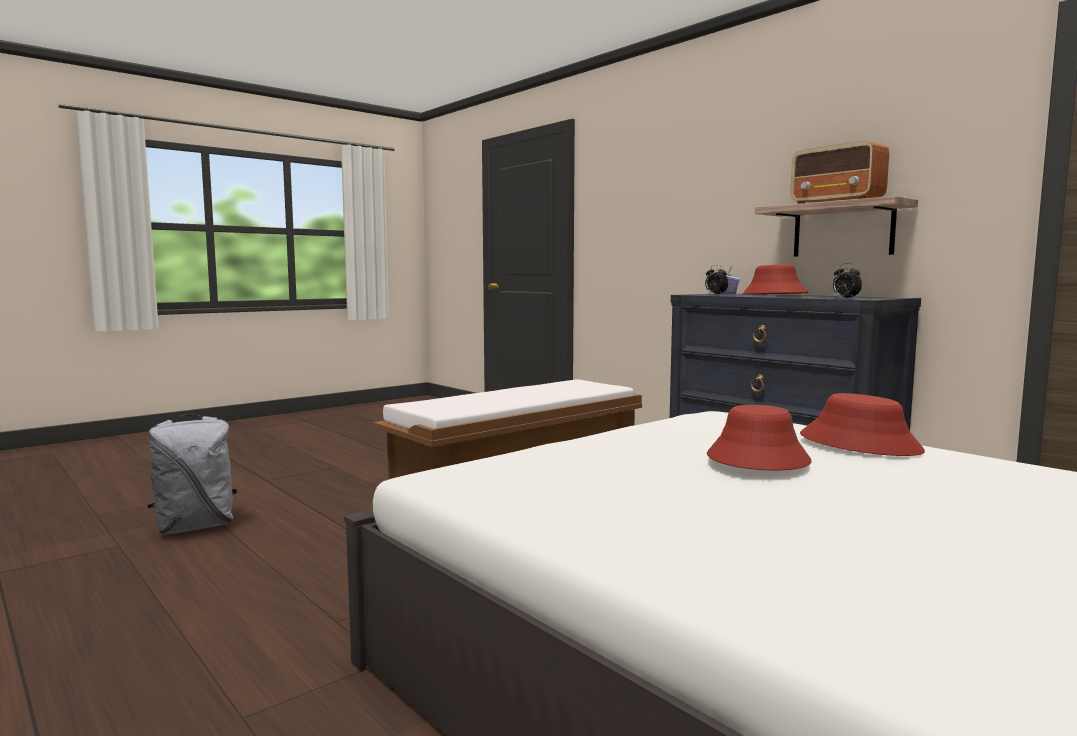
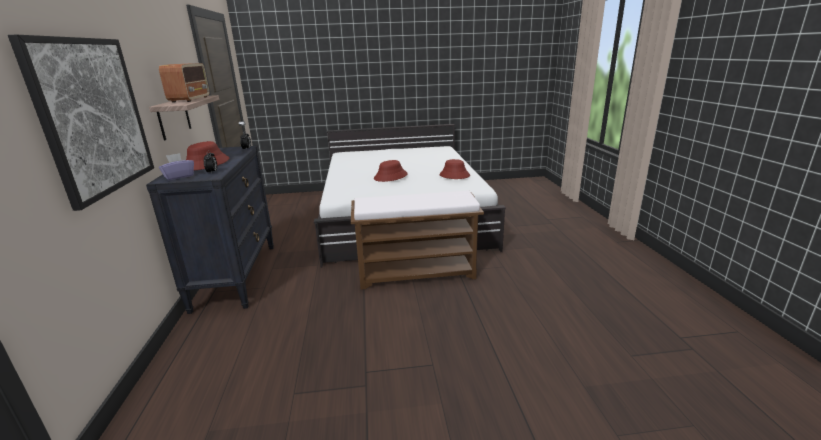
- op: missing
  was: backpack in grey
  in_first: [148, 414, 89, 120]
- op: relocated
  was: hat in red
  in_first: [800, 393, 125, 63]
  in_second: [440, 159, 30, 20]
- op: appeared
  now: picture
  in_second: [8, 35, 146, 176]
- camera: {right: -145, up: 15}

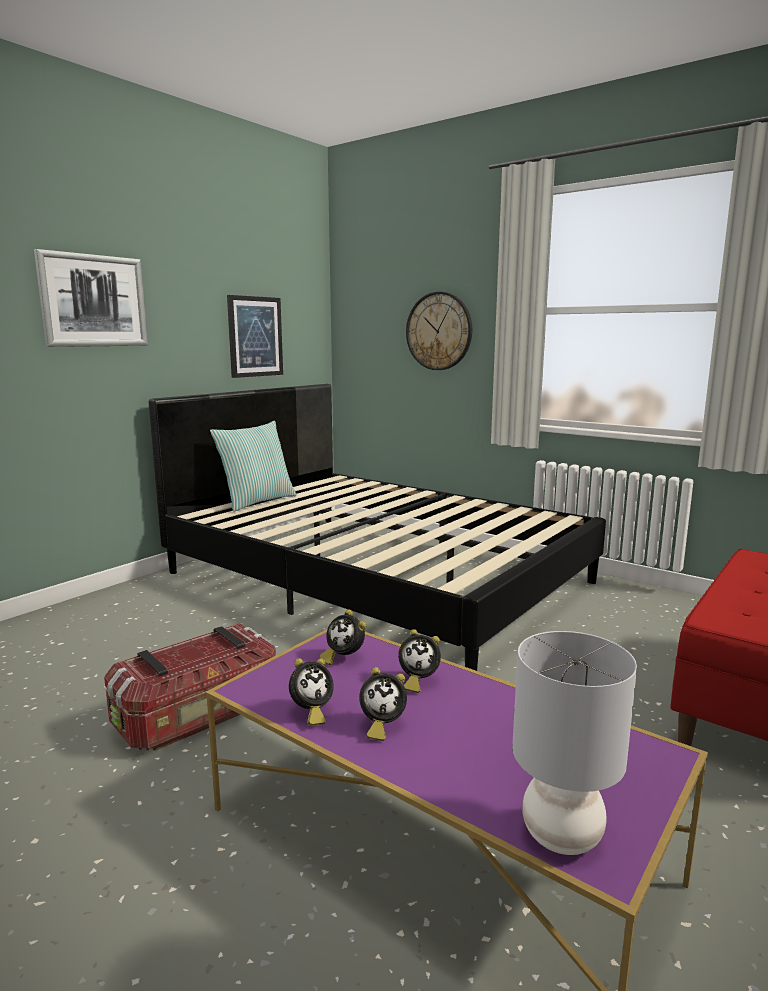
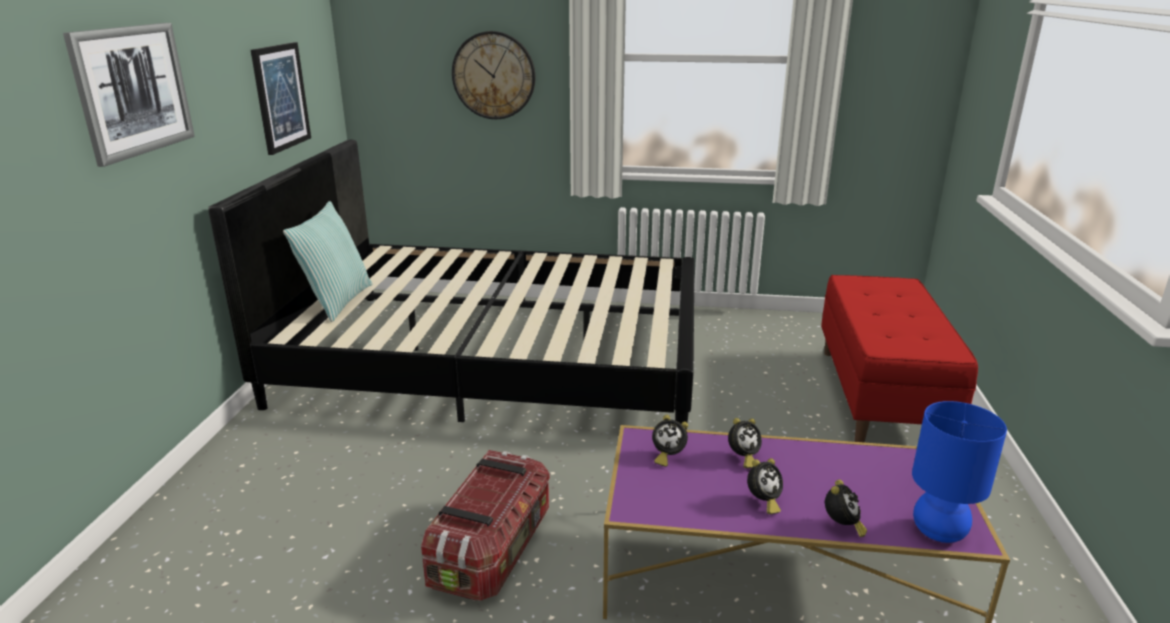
- op: relocated
  was: alarm clock
  in_first: [289, 658, 45, 67]
  in_second: [825, 480, 42, 57]
- op: colour
  was: table lamp in grey
  now: table lamp in blue
  in_first: [512, 631, 125, 224]
  in_second: [912, 401, 95, 142]
- camera: {right: -30, up: 10}

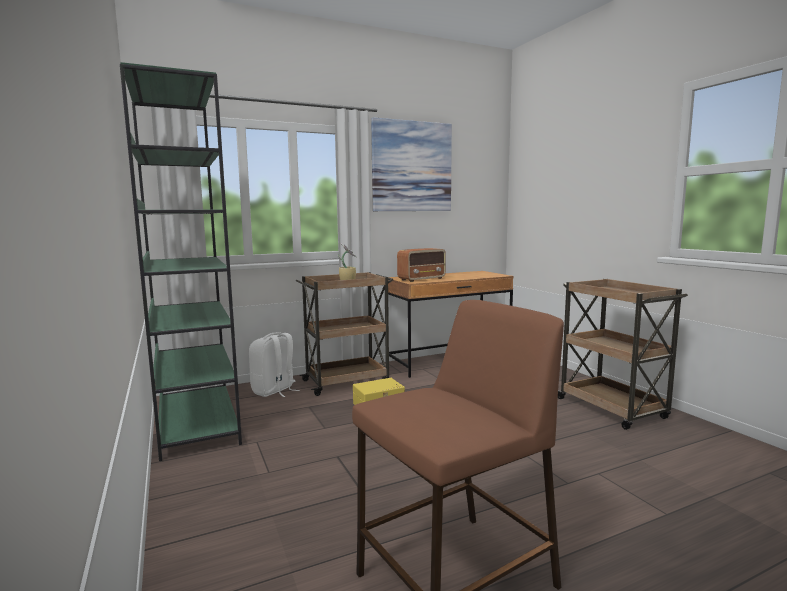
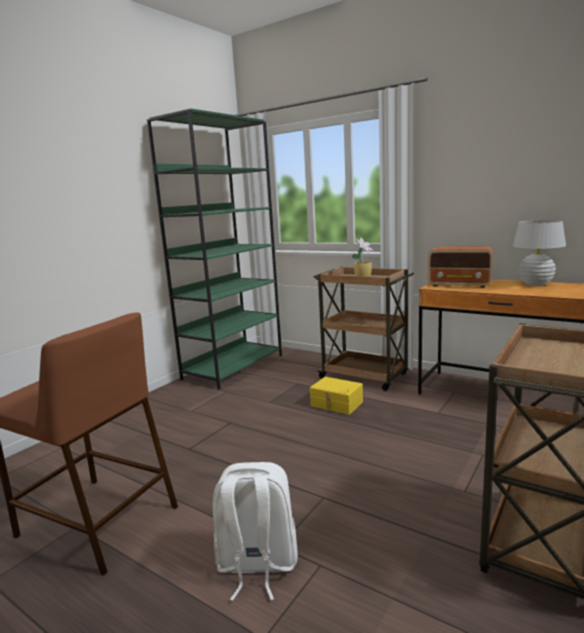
- op: relocated
  was: backpack in white
  in_first: [249, 332, 50, 65]
  in_second: [213, 462, 85, 139]
- op: missing
  was: picture
  in_first: [371, 117, 81, 94]
- op: appeared
  now: table lamp in white
  in_second: [513, 220, 53, 66]
- camera: {right: 60, up: 5}

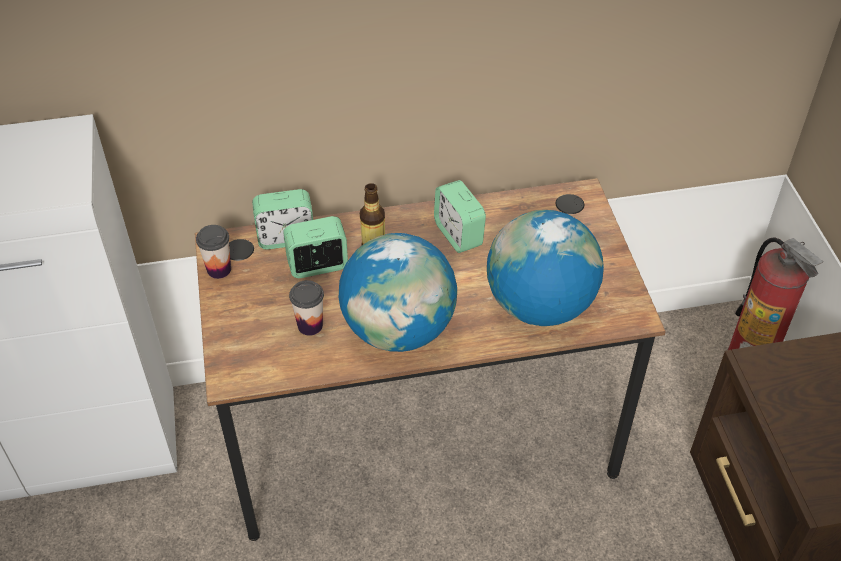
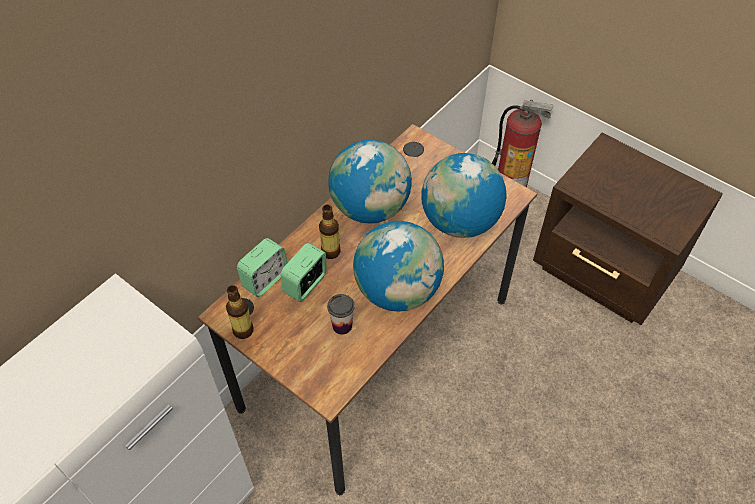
- op: exchanged
  was: cup
  now: bottle
  in_first: [196, 225, 35, 54]
  in_second: [226, 285, 28, 54]
- op: exchanged
  was: alarm clock
  now: globe
  in_first: [434, 180, 52, 73]
  in_second: [328, 140, 84, 84]
- camera: {right: -40, up: 5}

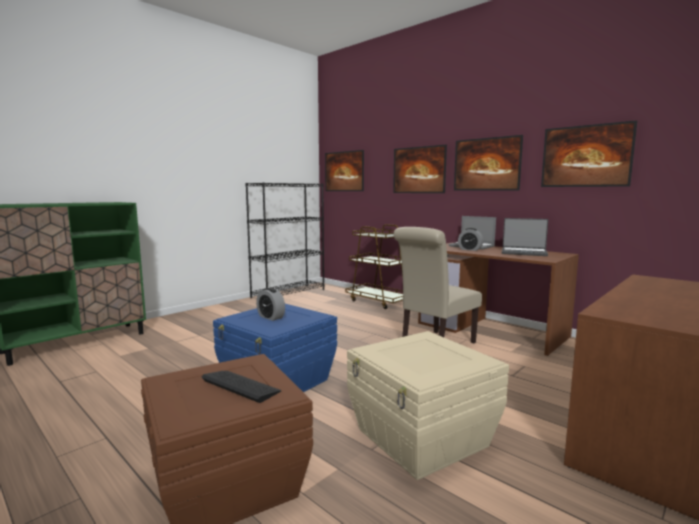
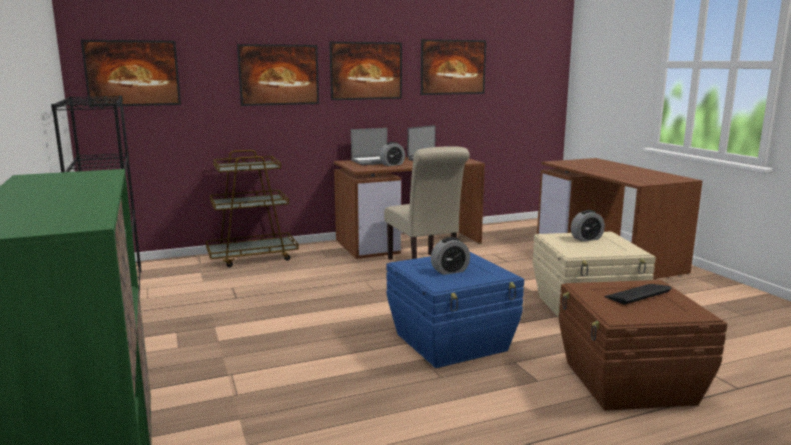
- op: appeared
  now: alarm clock
  in_second: [571, 210, 34, 32]
- camera: {right: -65, up: 5}

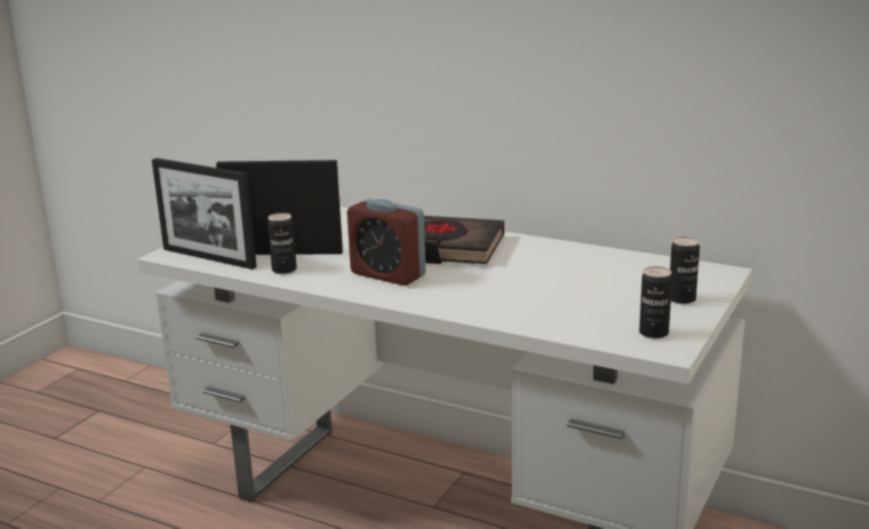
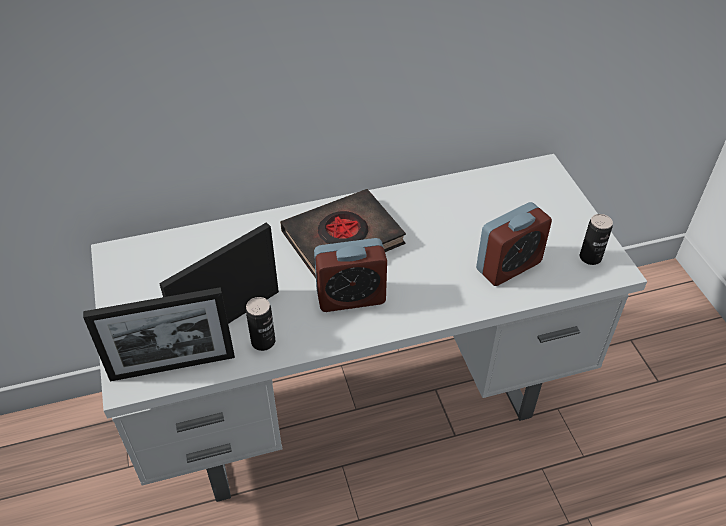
- op: missing
  was: can
  in_first: [670, 237, 30, 67]
- op: appeared
  now: alarm clock
  in_second: [476, 202, 76, 84]
- camera: {right: -45, up: 25}

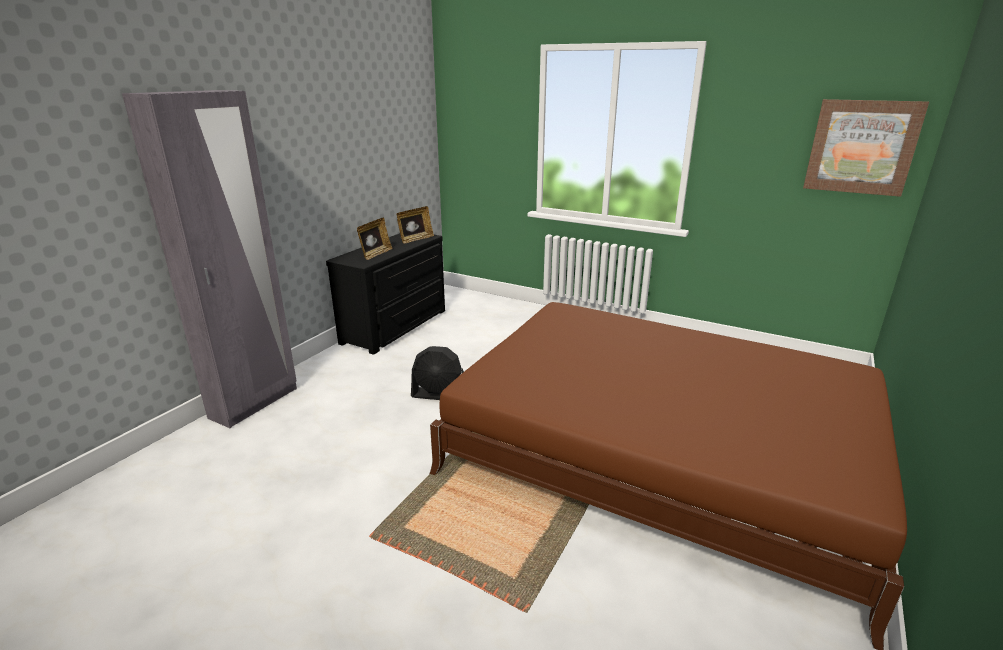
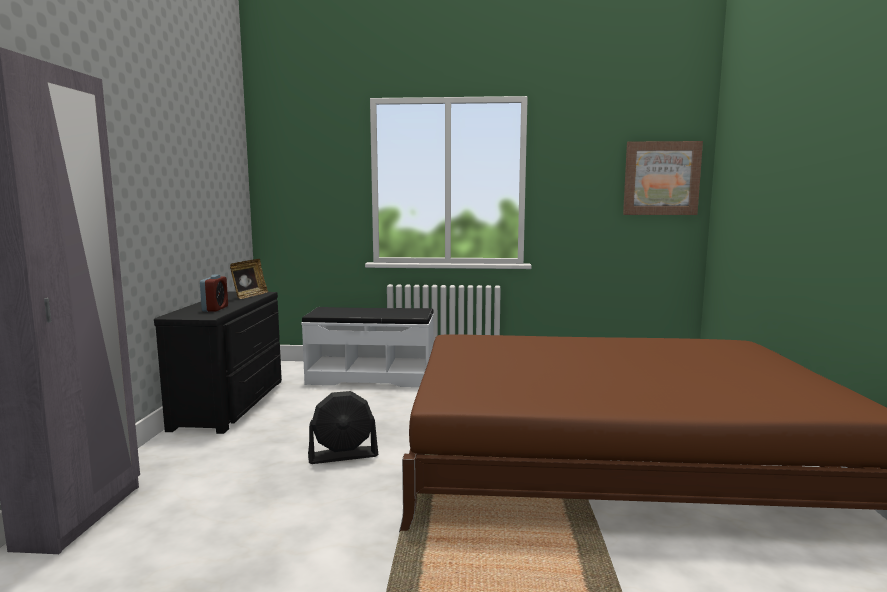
- op: exchanged
  was: picture frame
  now: alarm clock
  in_first: [357, 218, 36, 42]
  in_second: [200, 275, 28, 37]
- op: appeared
  now: bench in white
  in_second: [301, 307, 133, 80]
- camera: {right: -25, up: -15}

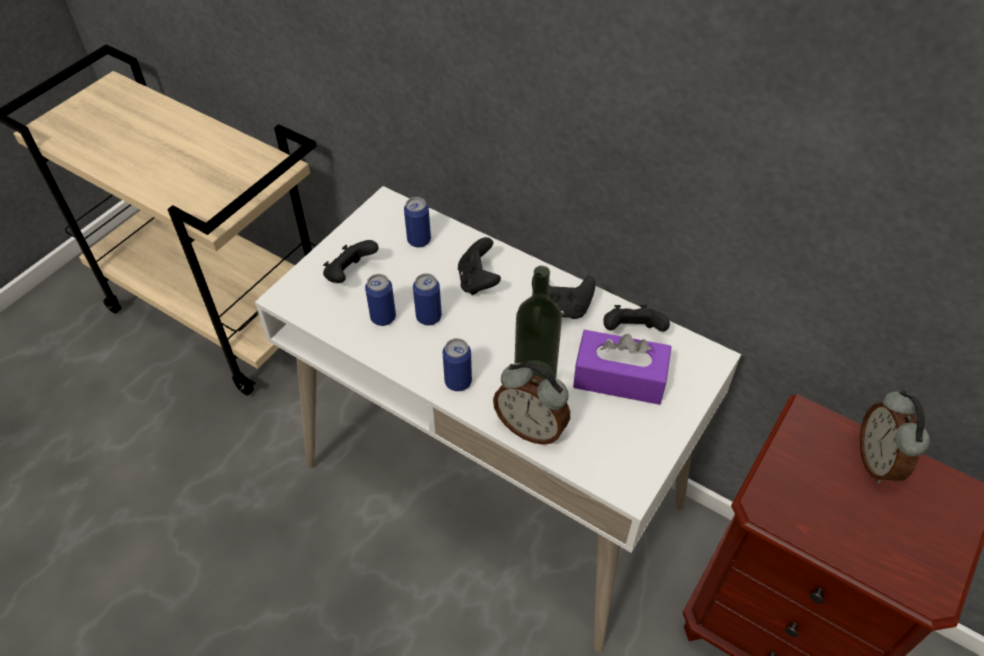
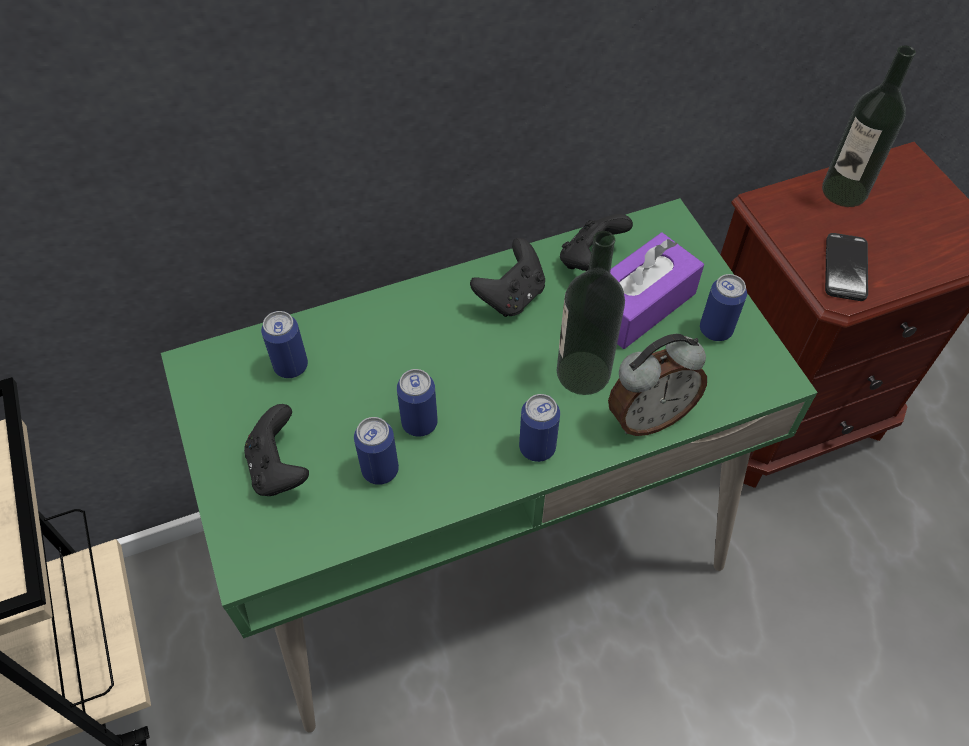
- op: colour
  was: desk in white
  now: desk in green
  in_first: [255, 186, 486, 466]
  in_second: [161, 198, 657, 535]
- op: missing
  was: game controller in black
  in_first: [458, 237, 43, 58]
- op: exchanged
  was: alarm clock
  now: bottle
  in_first: [860, 390, 70, 93]
  in_second: [822, 45, 94, 162]
- op: appeared
  now: can
  in_second: [700, 274, 47, 67]
- op: appeared
  now: phone
  in_second: [825, 233, 43, 68]
- camera: {right: -55, up: 5}

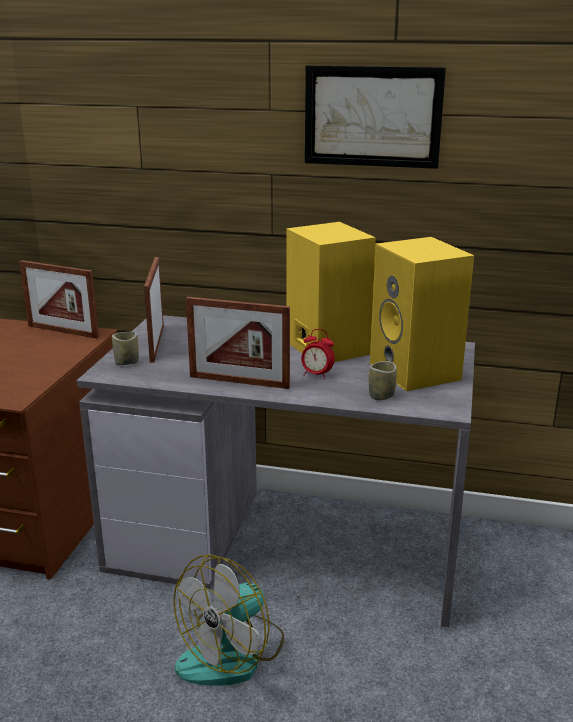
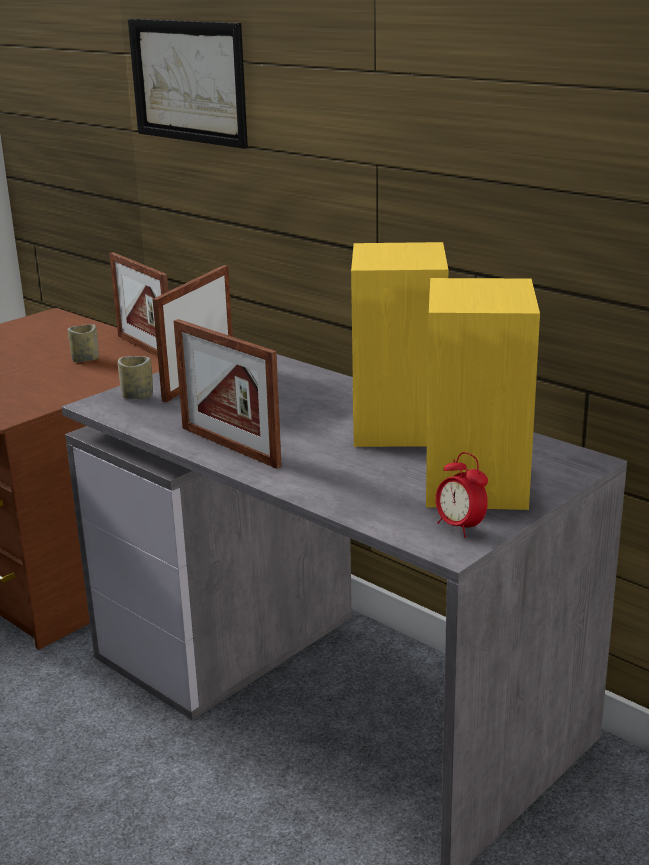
- op: missing
  was: fan
  in_first: [173, 555, 111, 131]
- op: relocated
  was: alarm clock
  in_first: [301, 329, 34, 50]
  in_second: [436, 452, 52, 86]
- op: relocated
  was: picture
  in_first: [305, 65, 141, 104]
  in_second: [128, 19, 120, 130]
- op: relocated
  was: cup
  in_first: [369, 361, 28, 39]
  in_second: [68, 324, 31, 38]
- camera: {right: 30, up: 0}

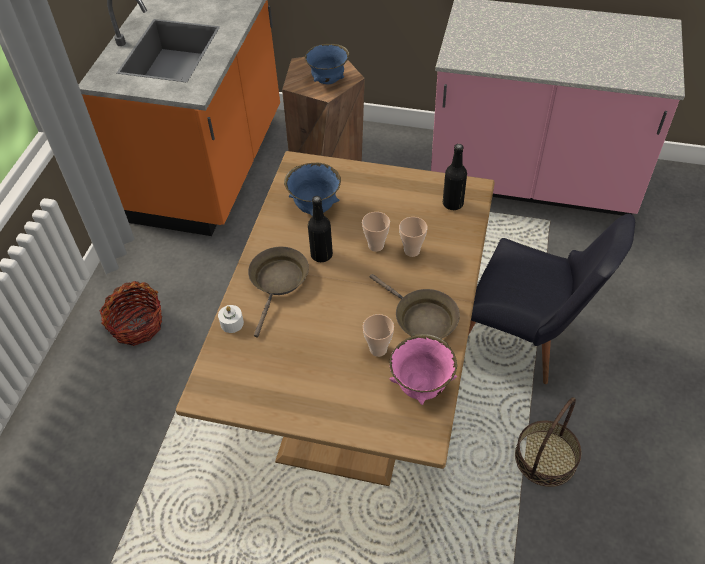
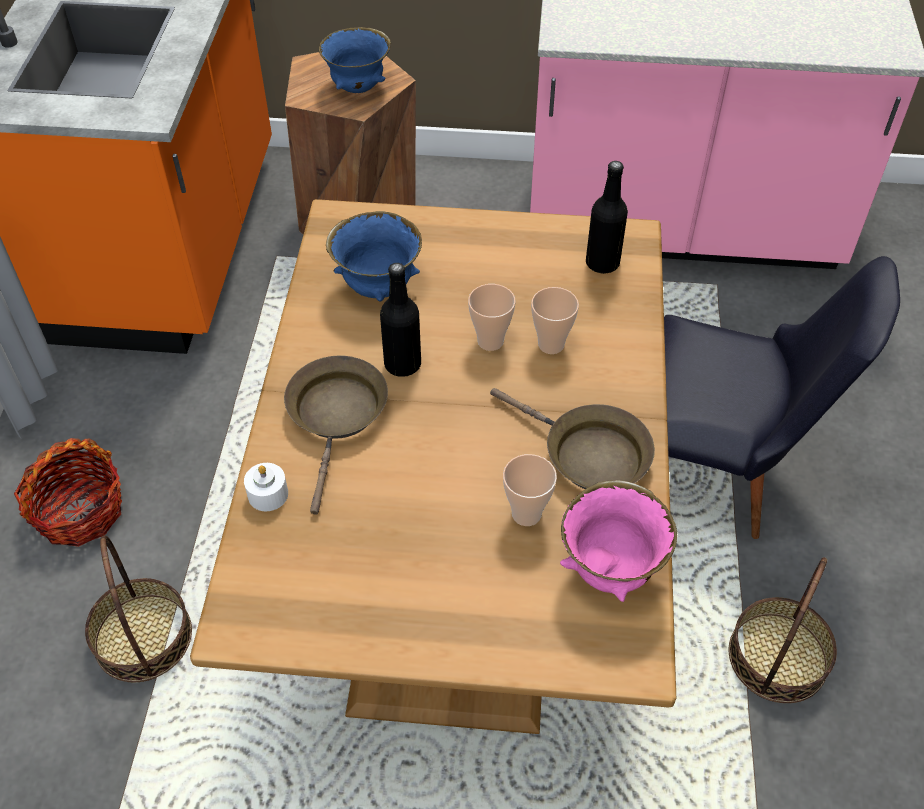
- op: appeared
  now: basket
  in_second: [85, 535, 107, 147]
- camera: {right: -10, up: 0}

